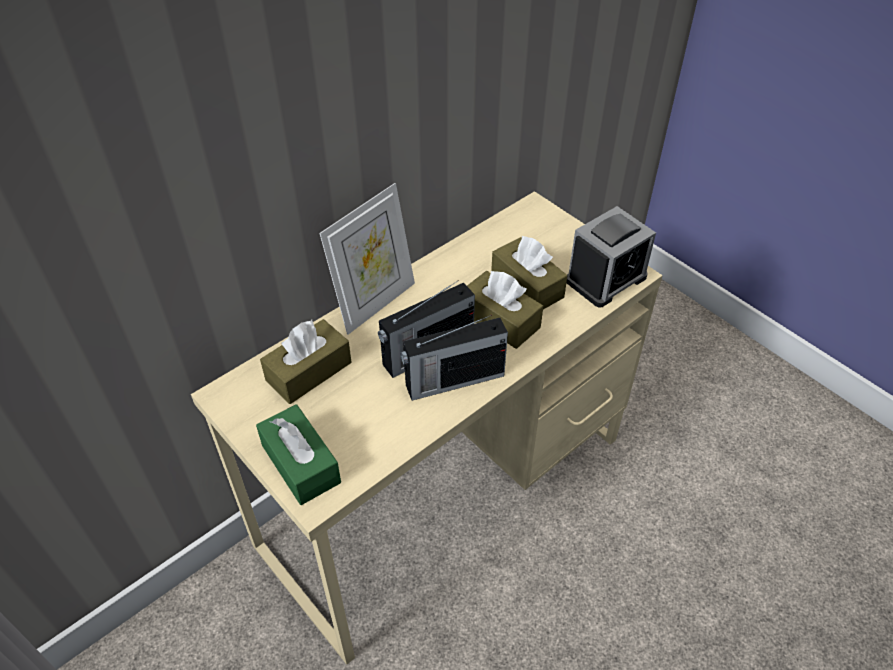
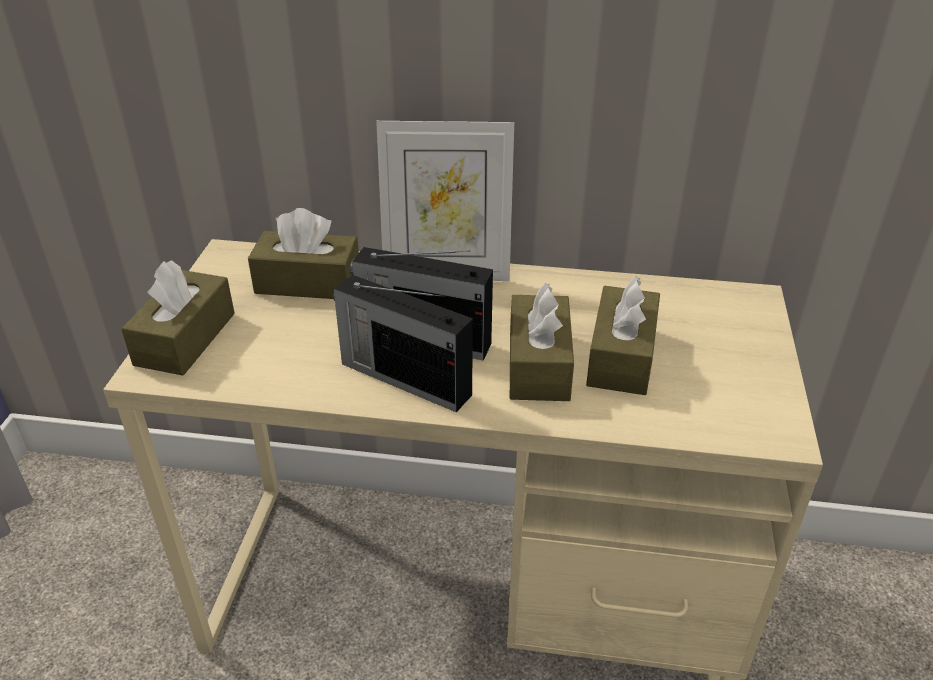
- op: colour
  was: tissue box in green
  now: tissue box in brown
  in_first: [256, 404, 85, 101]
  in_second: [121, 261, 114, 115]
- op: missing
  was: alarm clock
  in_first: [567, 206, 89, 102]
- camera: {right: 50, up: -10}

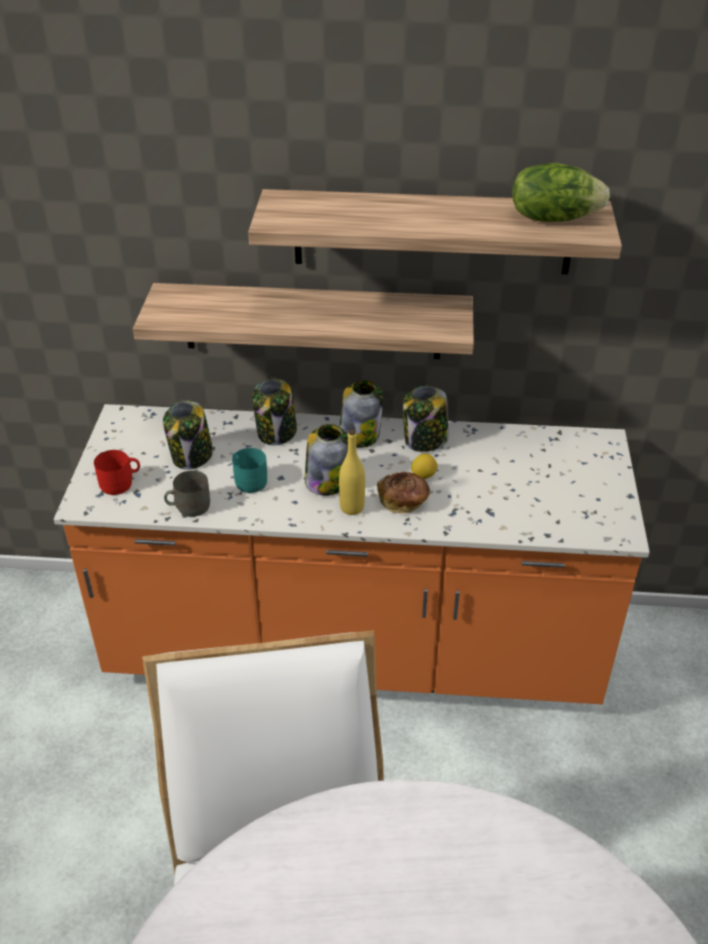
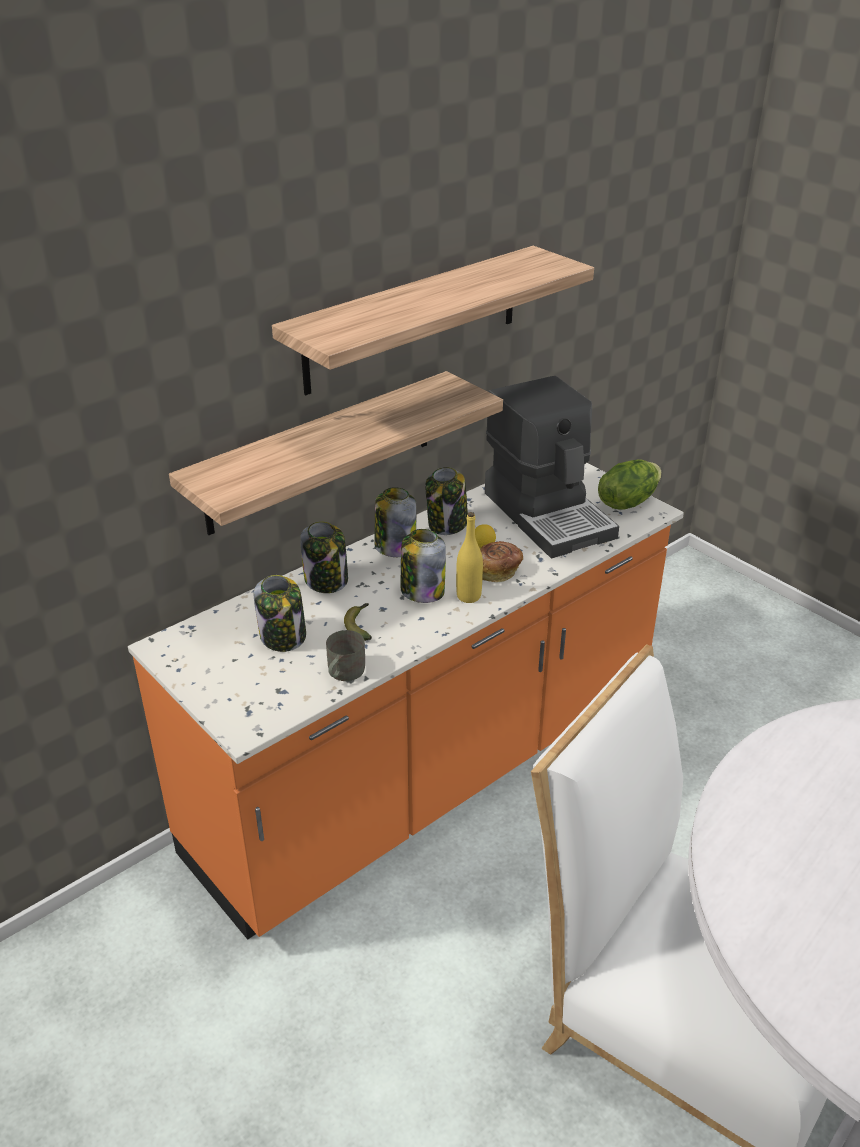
- op: missing
  was: mug in red
  in_first: [94, 450, 46, 45]
- op: exchanged
  was: mug in turquoise
  now: banana
  in_first: [232, 448, 35, 45]
  in_second: [344, 603, 28, 38]
- op: relocated
  was: lettuce
  in_first: [512, 163, 98, 59]
  in_second: [598, 459, 64, 51]
- op: appeared
  now: coffee machine
  in_second: [485, 376, 134, 182]
- camera: {right: -45, up: -5}

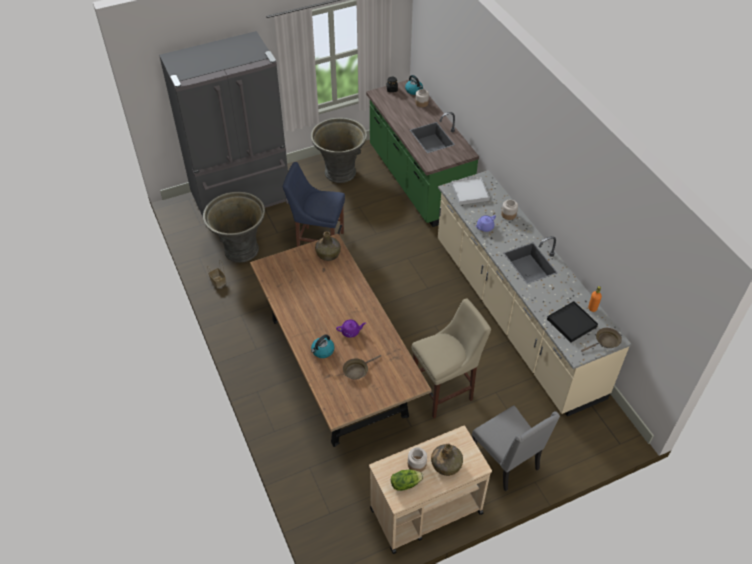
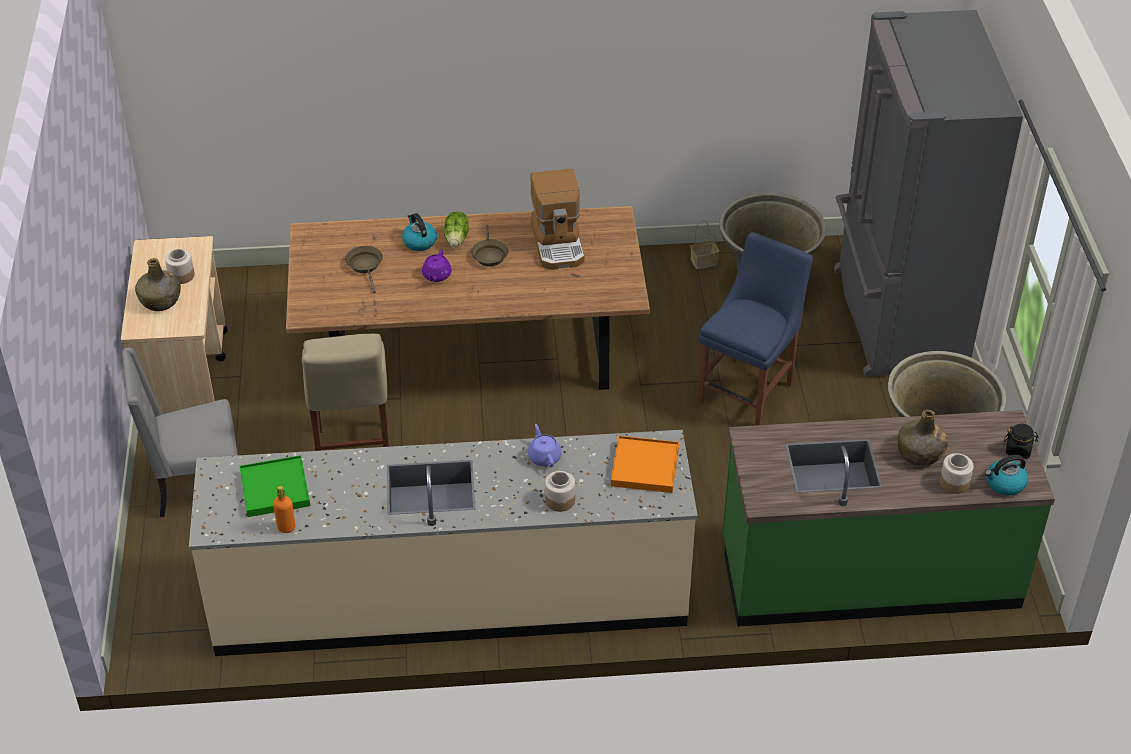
- op: relocated
  was: bottle in green
  in_first: [315, 231, 26, 30]
  in_second: [898, 410, 50, 56]
- op: relocated
  was: lettuce
  in_first: [391, 469, 32, 22]
  in_second: [444, 212, 25, 35]
- op: colour
  was: tray in white
  now: tray in orange
  in_first: [451, 177, 39, 28]
  in_second: [611, 436, 68, 57]
- op: colour
  was: tray in black
  now: tray in green
  in_first: [547, 301, 51, 42]
  in_second: [239, 455, 71, 62]
- op: relocated
  was: frying pan in brown
  in_first: [581, 328, 41, 24]
  in_second: [471, 225, 38, 41]
- op: appeared
  now: coffee machine
  in_second: [530, 169, 54, 101]
- camera: {right: 110, up: -5}

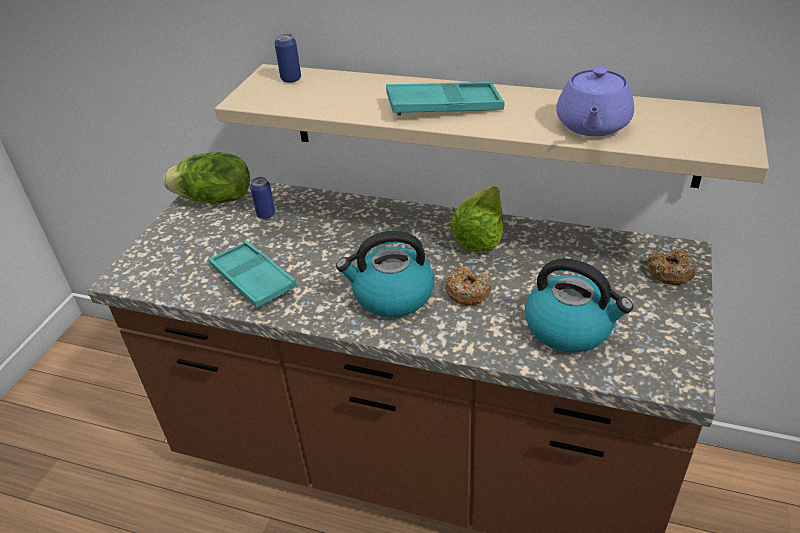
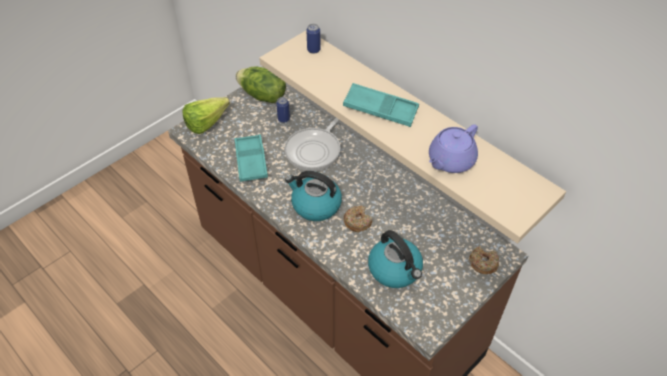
- op: relocated
  was: lettuce
  in_first: [450, 186, 53, 66]
  in_second: [183, 97, 47, 37]
- op: appeared
  now: frying pan
  in_second: [284, 118, 56, 53]
- camera: {right: 25, up: 10}

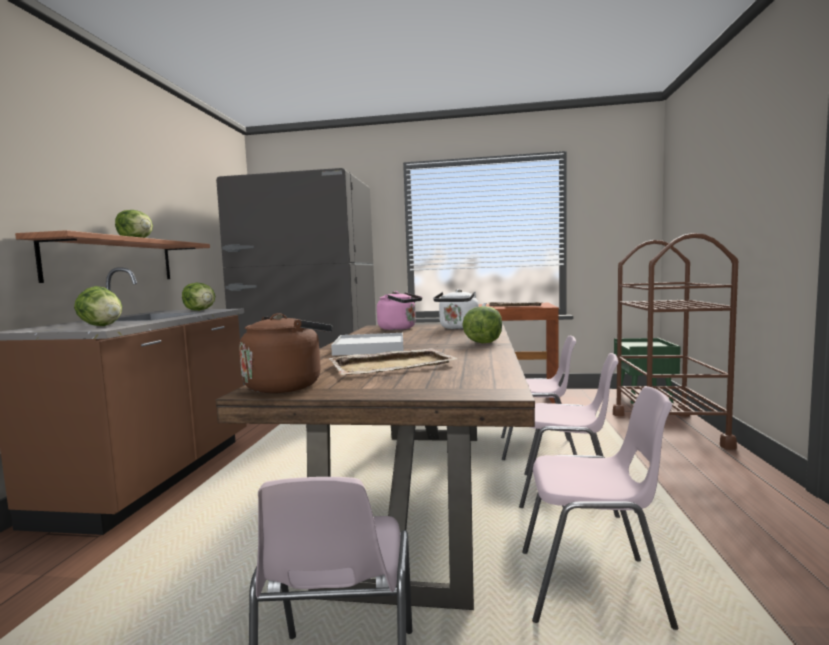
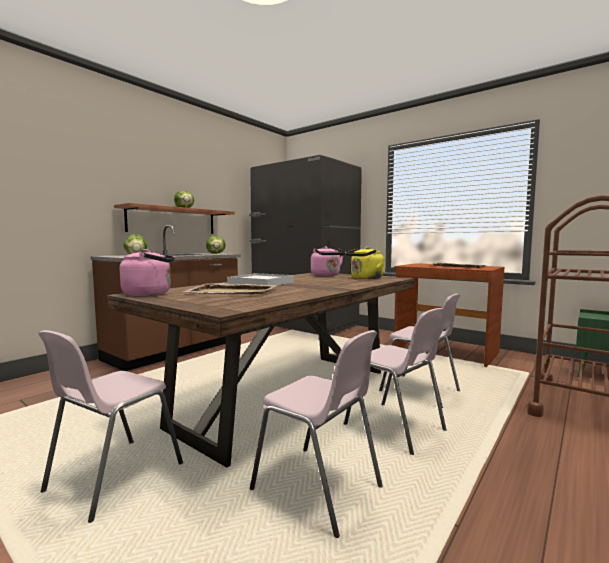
- op: colour
  was: kettle in brown
  now: kettle in pink
  in_first: [239, 313, 94, 80]
  in_second: [120, 249, 55, 47]
- op: colour
  was: kettle in white
  now: kettle in yellow
  in_first: [433, 289, 53, 40]
  in_second: [345, 247, 40, 32]
- op: missing
  was: lettuce
  in_first: [462, 306, 40, 37]
- camera: {right: 30, up: 0}

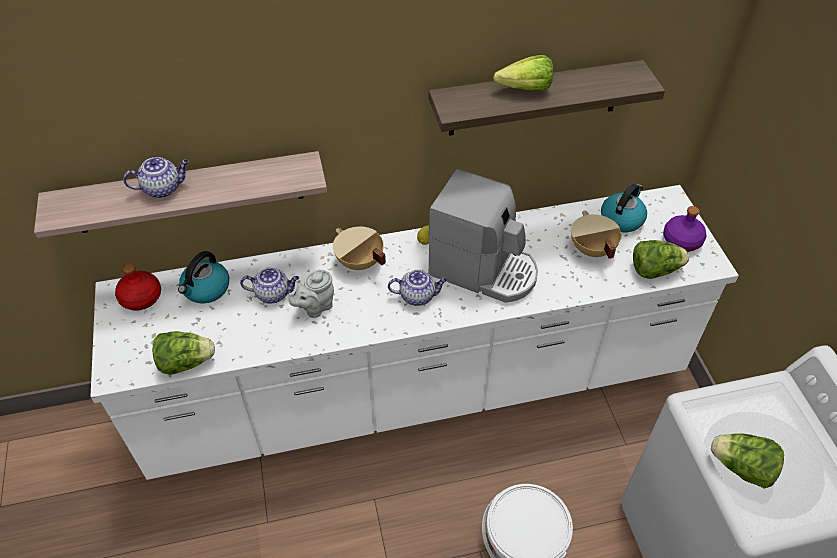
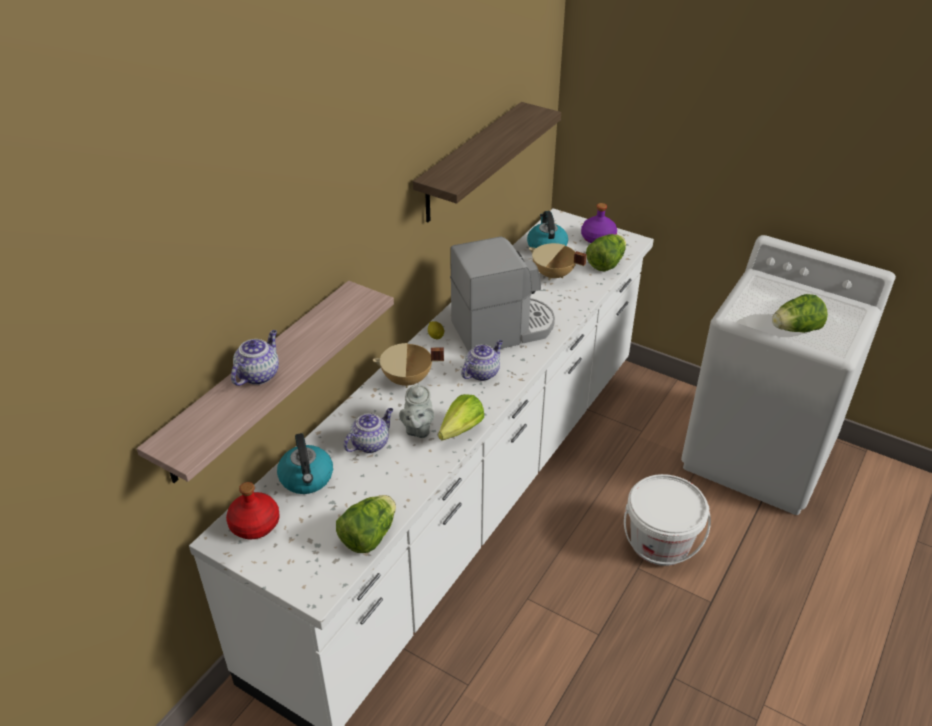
- op: relocated
  was: lettuce
  in_first: [493, 55, 60, 36]
  in_second: [438, 394, 46, 46]
- camera: {right: -45, up: -10}

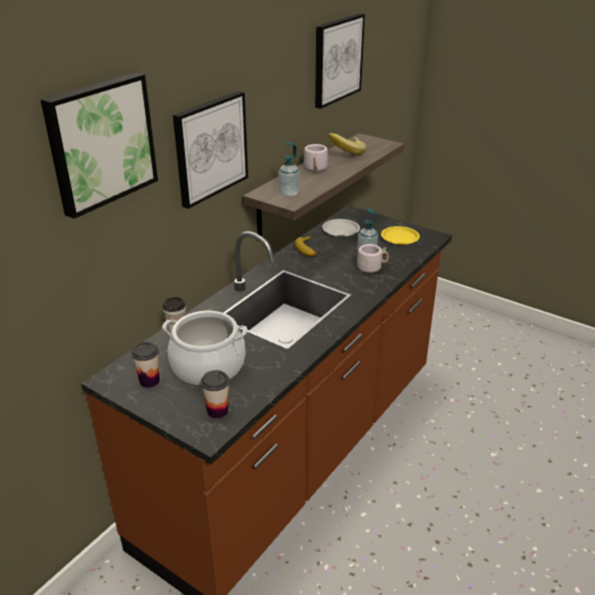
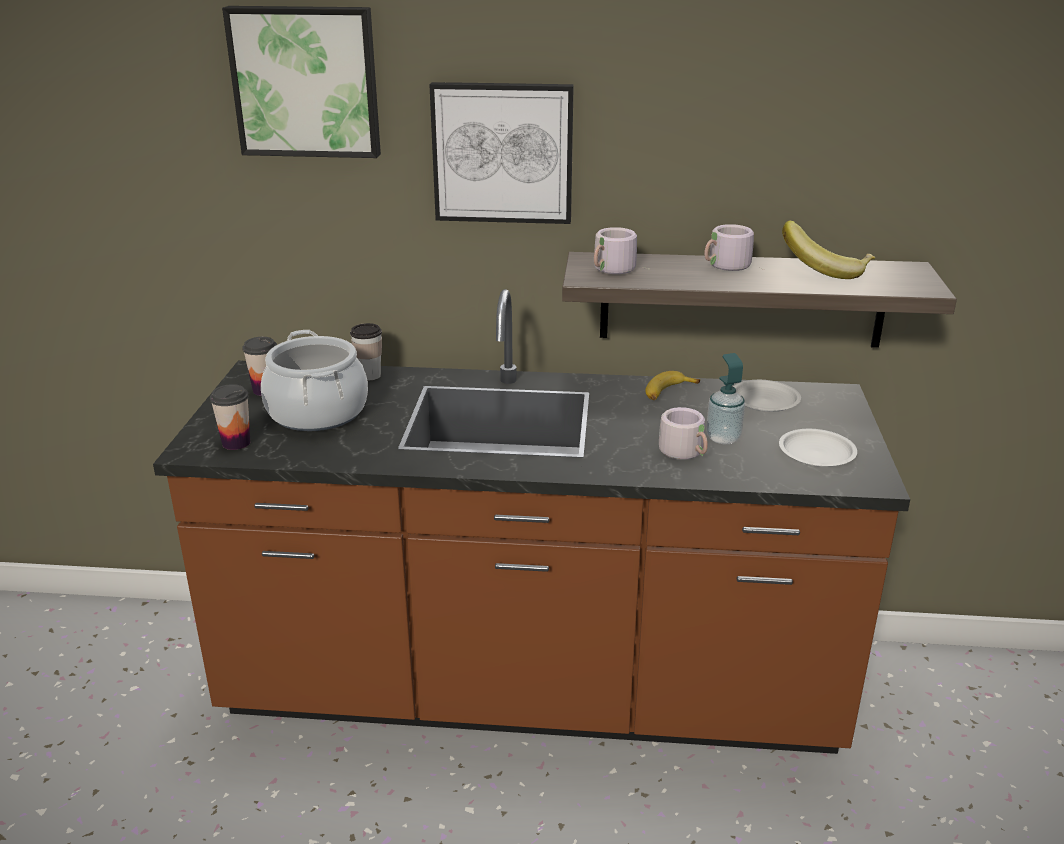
- op: exchanged
  was: soap dispenser
  now: mug in grey
  in_first: [278, 141, 22, 56]
  in_second: [594, 227, 54, 47]
- op: missing
  was: picture
  in_first: [315, 14, 50, 95]
- op: colour
  was: plate in yellow
  now: plate in white
  in_first: [381, 226, 39, 19]
  in_second: [779, 429, 78, 38]
- camera: {right: 60, up: -5}

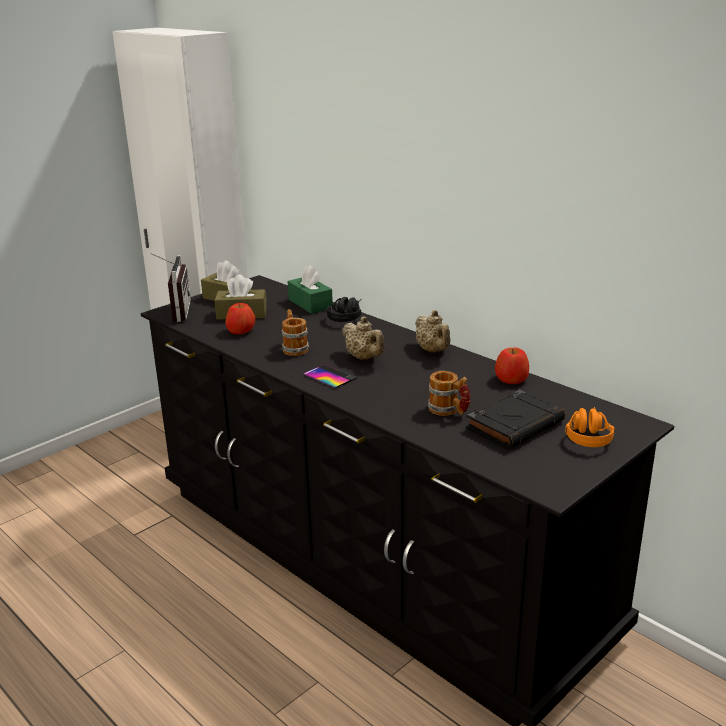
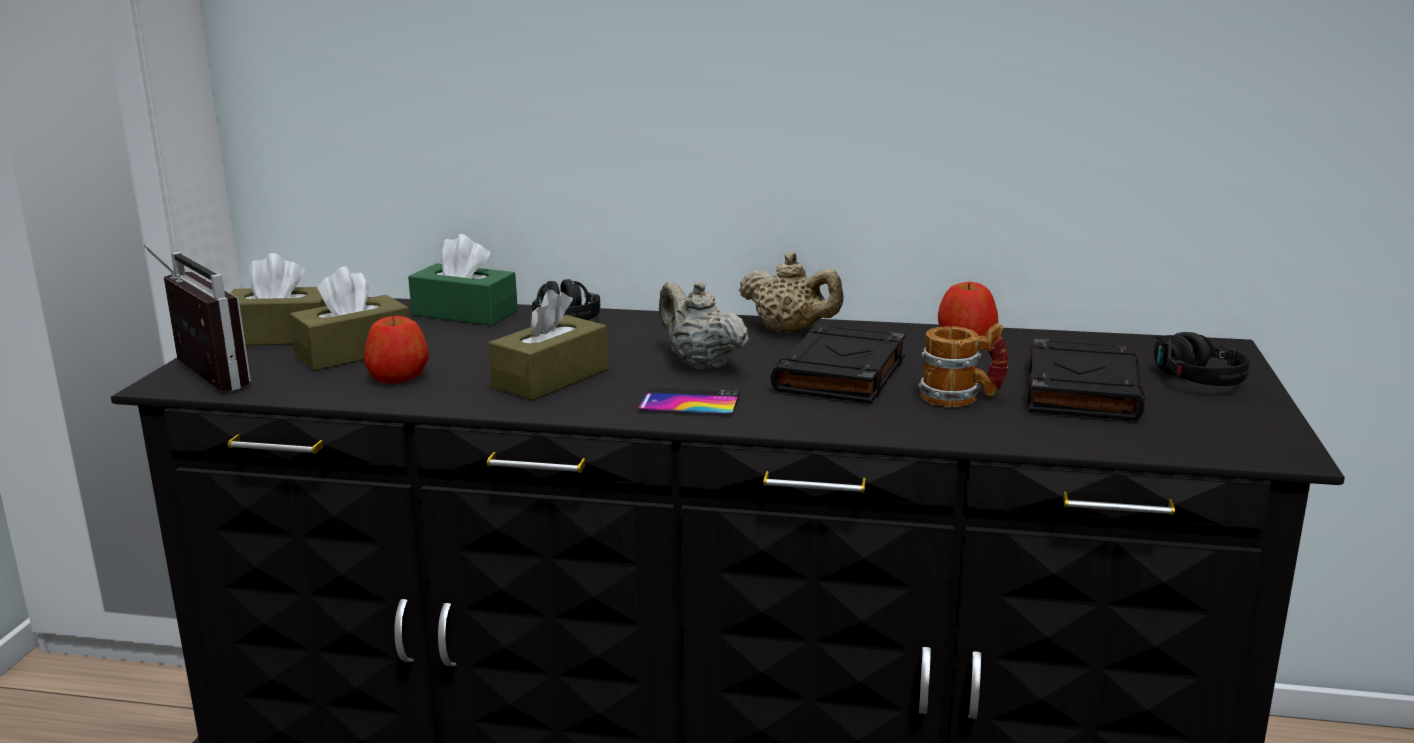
- op: exchanged
  was: mug
  now: tissue box in brown
  in_first: [282, 309, 27, 47]
  in_second: [488, 289, 120, 111]
- op: spun
  was: teapot in beige
  in_first: [342, 317, 43, 43]
  in_second: [659, 281, 90, 89]
  clockwise: -150
- op: colour
  was: headphones in orange
  now: headphones in black
  in_first: [565, 407, 50, 40]
  in_second: [1154, 332, 95, 54]
- op: appeared
  now: book in black
  in_second: [770, 324, 136, 80]
- camera: {right: -35, up: -5}

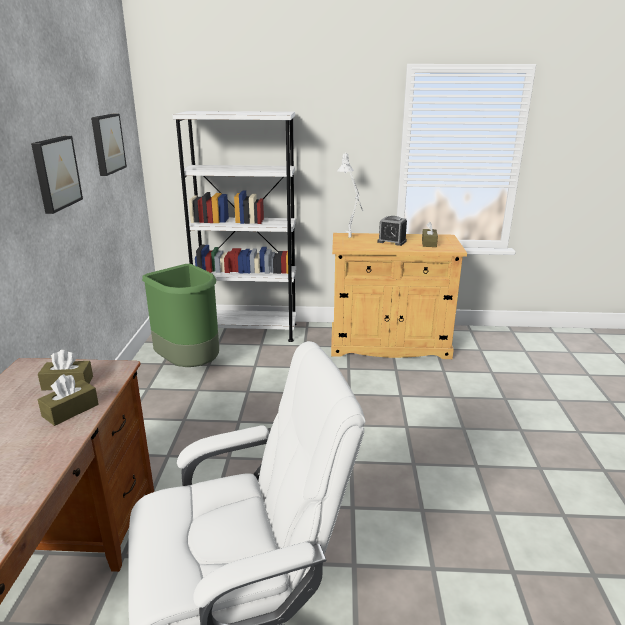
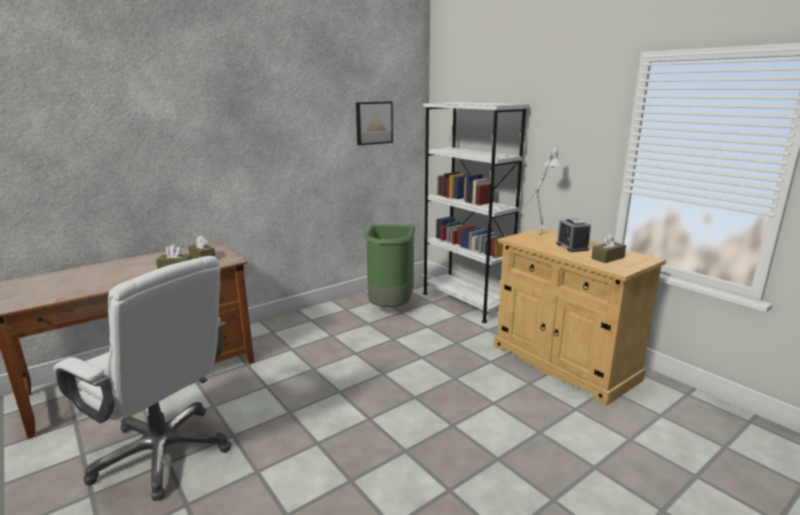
- op: missing
  was: picture
  in_first: [31, 136, 52, 78]
- camera: {right: 50, up: -5}

